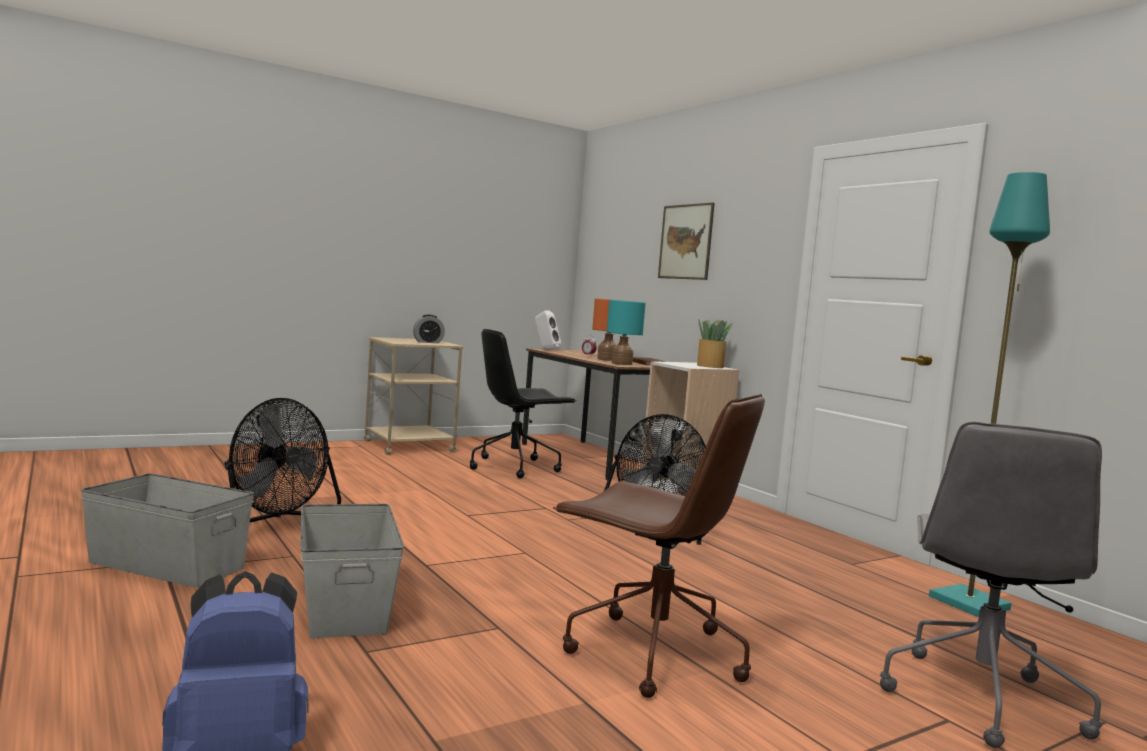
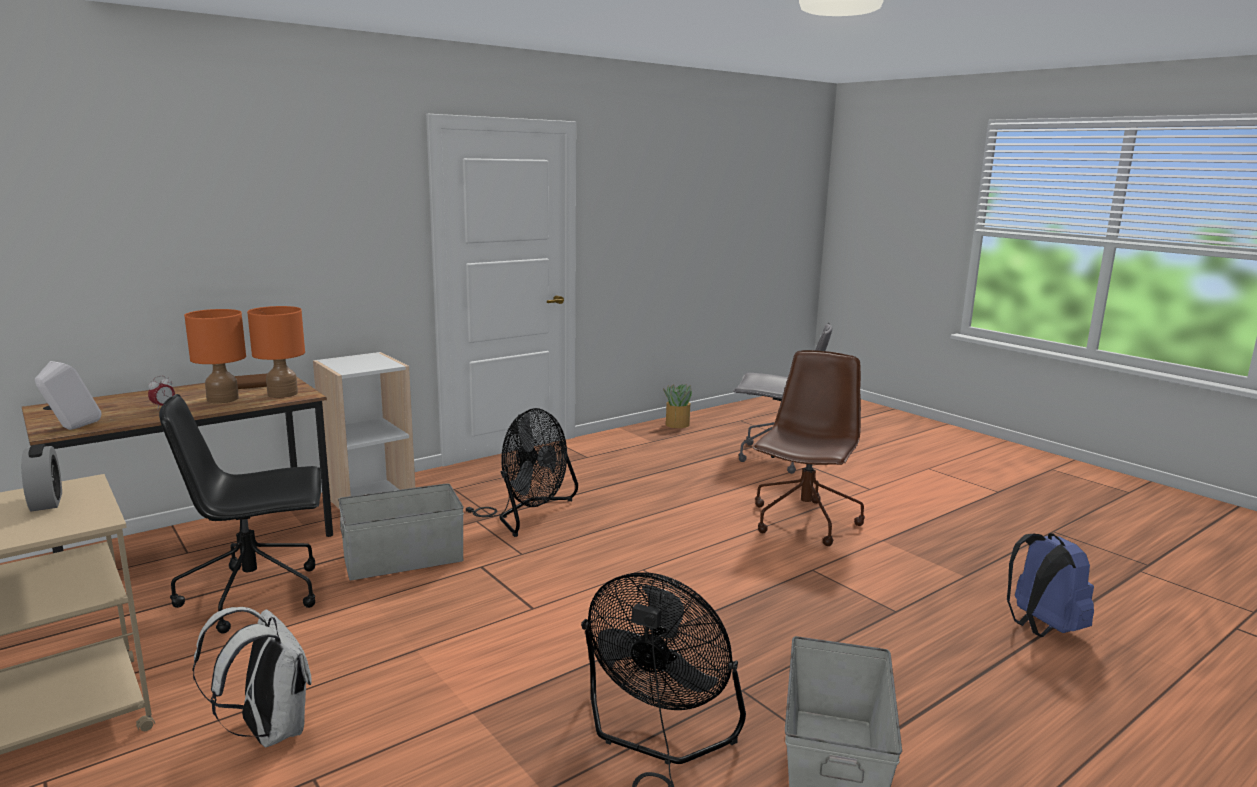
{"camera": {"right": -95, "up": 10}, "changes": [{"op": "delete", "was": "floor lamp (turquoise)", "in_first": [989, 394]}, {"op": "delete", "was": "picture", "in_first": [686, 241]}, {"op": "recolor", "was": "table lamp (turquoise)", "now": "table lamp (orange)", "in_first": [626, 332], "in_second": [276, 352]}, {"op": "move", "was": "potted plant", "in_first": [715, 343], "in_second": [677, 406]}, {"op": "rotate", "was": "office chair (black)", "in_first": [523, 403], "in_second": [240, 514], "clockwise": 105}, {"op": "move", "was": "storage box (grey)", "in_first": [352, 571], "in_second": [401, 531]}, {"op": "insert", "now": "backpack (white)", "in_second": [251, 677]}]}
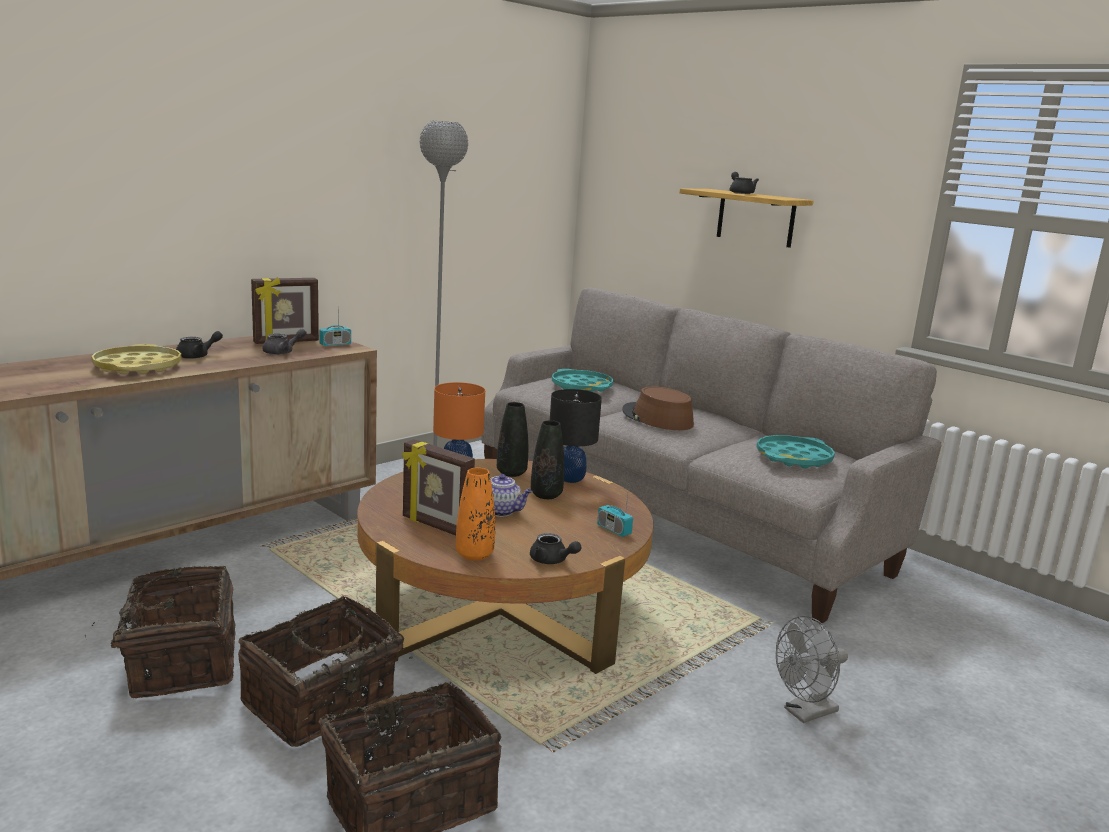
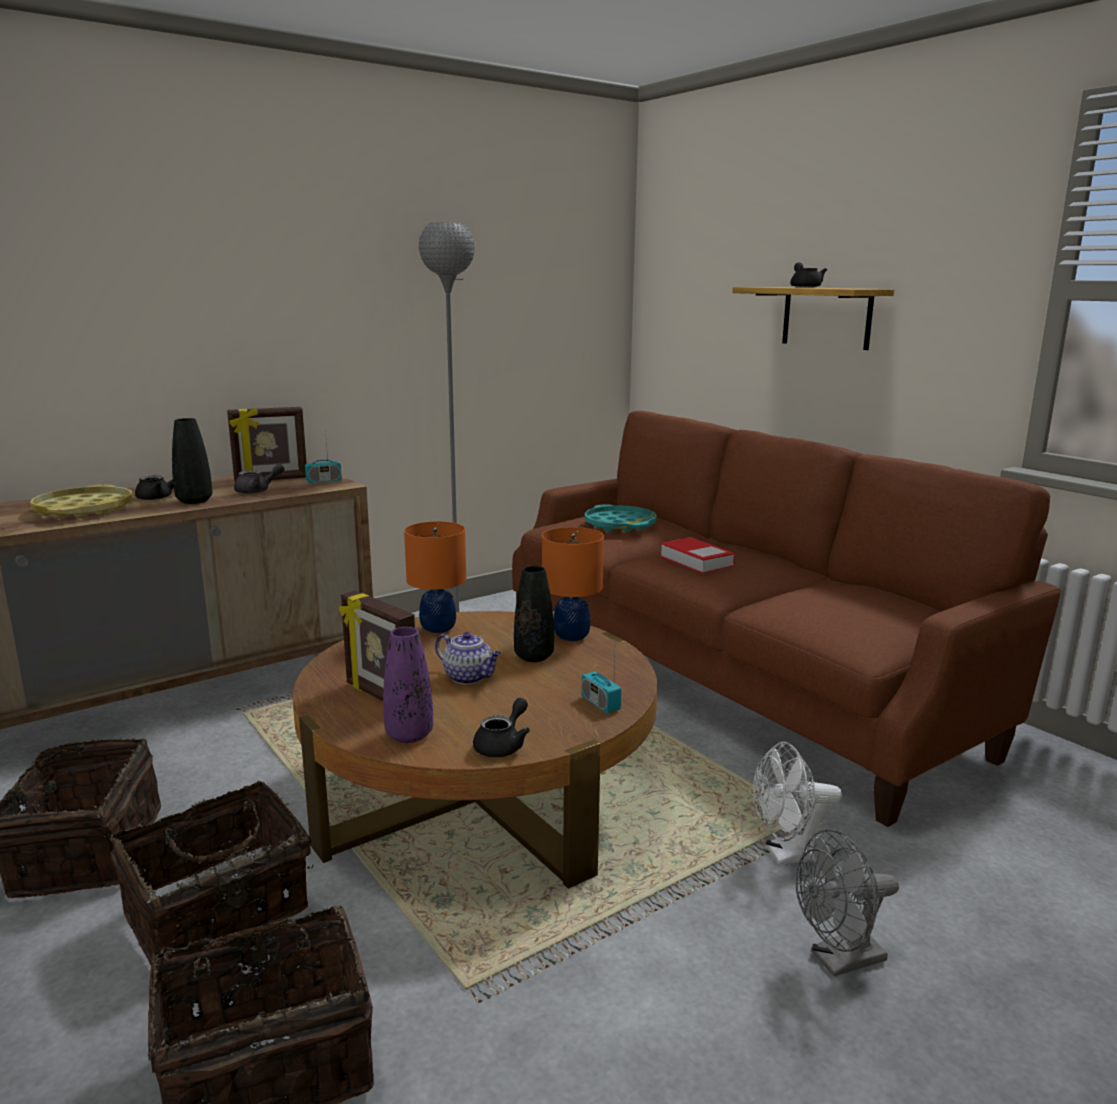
{"camera": {"right": 10, "up": 0}, "changes": [{"op": "recolor", "was": "sofa (grey)", "now": "sofa (brown)", "in_first": [711, 455], "in_second": [786, 619]}, {"op": "replace", "was": "hat (brown)", "now": "book", "in_first": [658, 408], "in_second": [697, 555]}, {"op": "recolor", "was": "table lamp (black)", "now": "table lamp (orange)", "in_first": [576, 436], "in_second": [573, 584]}, {"op": "move", "was": "vase (black)", "in_first": [512, 439], "in_second": [192, 461]}, {"op": "delete", "was": "tray (turquoise)", "in_first": [795, 452]}, {"op": "recolor", "was": "vase (orange)", "now": "vase (purple)", "in_first": [475, 514], "in_second": [408, 685]}, {"op": "rotate", "was": "teapot (black)", "in_first": [555, 548], "in_second": [501, 727], "clockwise": -105}, {"op": "insert", "now": "fan (white)", "in_second": [797, 803]}]}
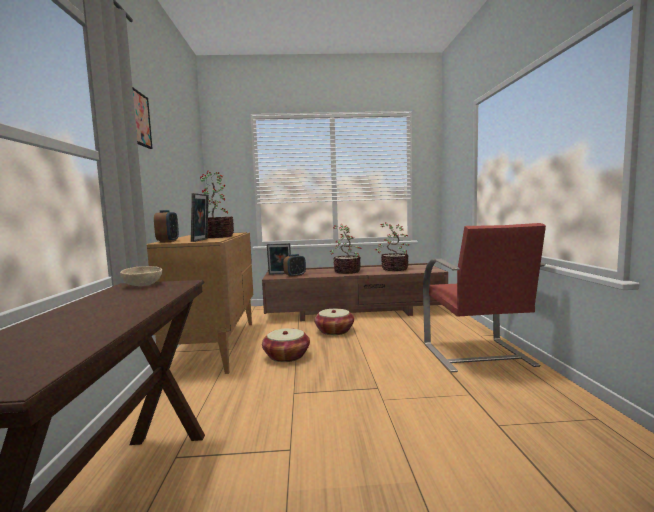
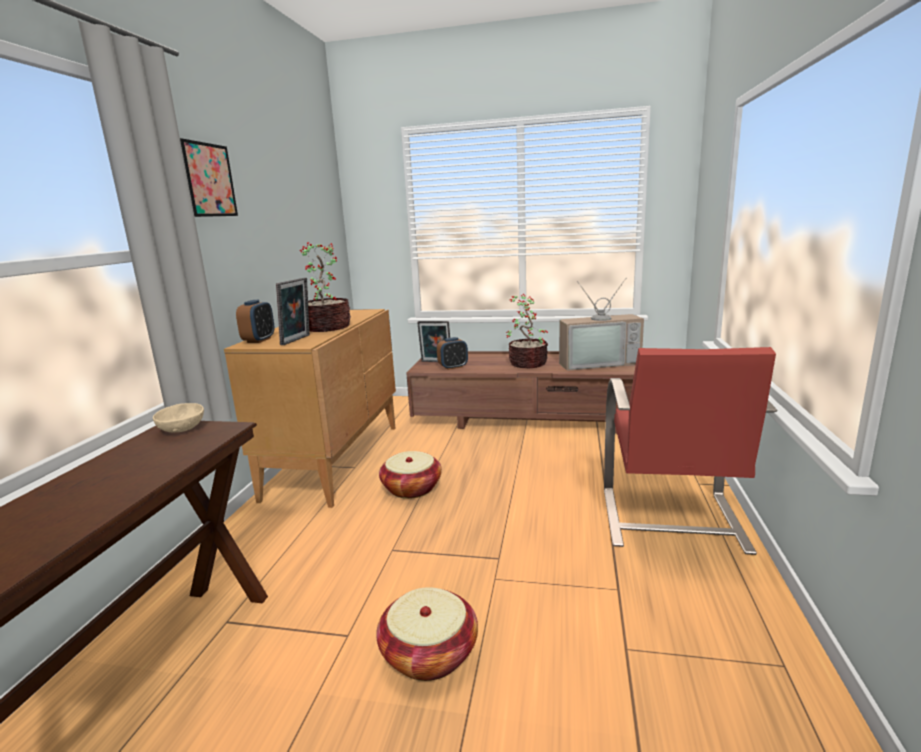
{"camera": {"right": 15, "up": 10}, "changes": [{"op": "replace", "was": "potted plant", "now": "television", "in_first": [392, 247], "in_second": [601, 325]}, {"op": "move", "was": "basket", "in_first": [334, 322], "in_second": [427, 634]}]}
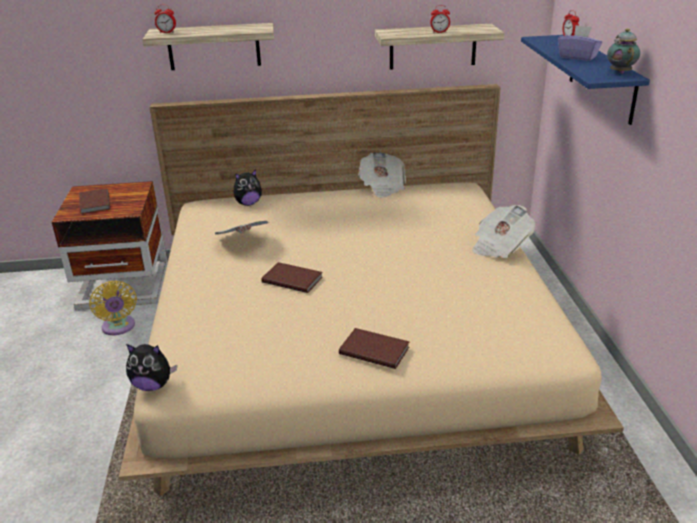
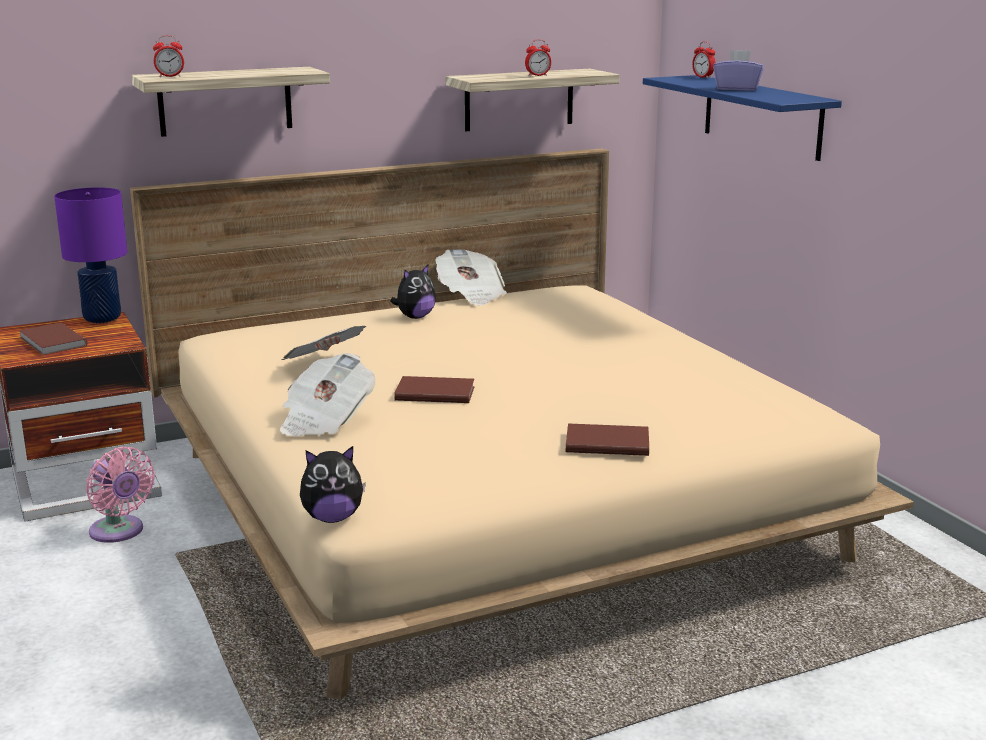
{"camera": {"right": -20, "up": -10}, "changes": [{"op": "delete", "was": "teapot", "in_first": [623, 51]}, {"op": "move", "was": "plush toy", "in_first": [248, 188], "in_second": [413, 291]}, {"op": "move", "was": "newspaper", "in_first": [503, 231], "in_second": [327, 394]}, {"op": "recolor", "was": "fan (yellow)", "now": "fan (pink)", "in_first": [113, 307], "in_second": [120, 495]}, {"op": "insert", "now": "table lamp (purple)", "in_second": [90, 255]}]}
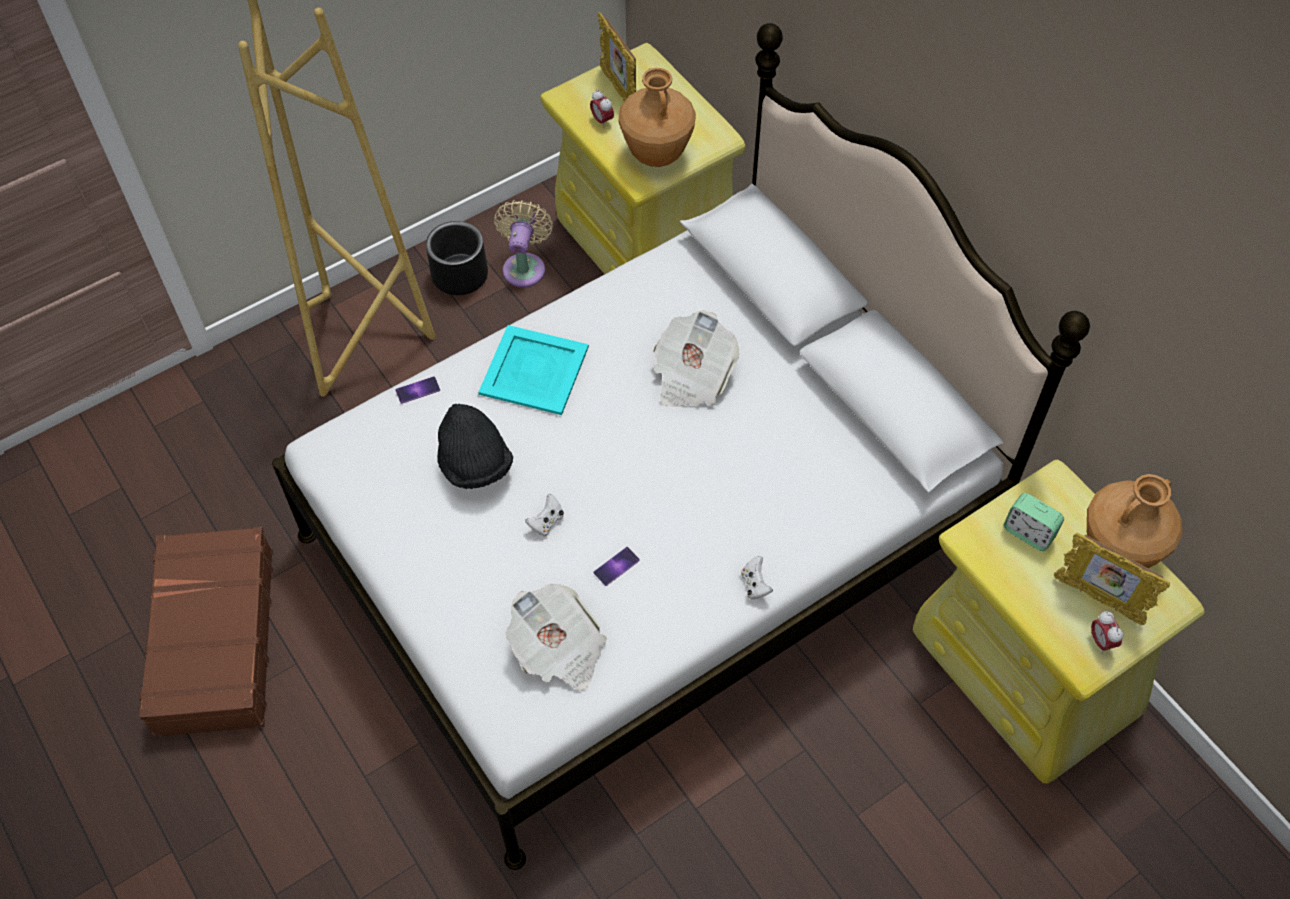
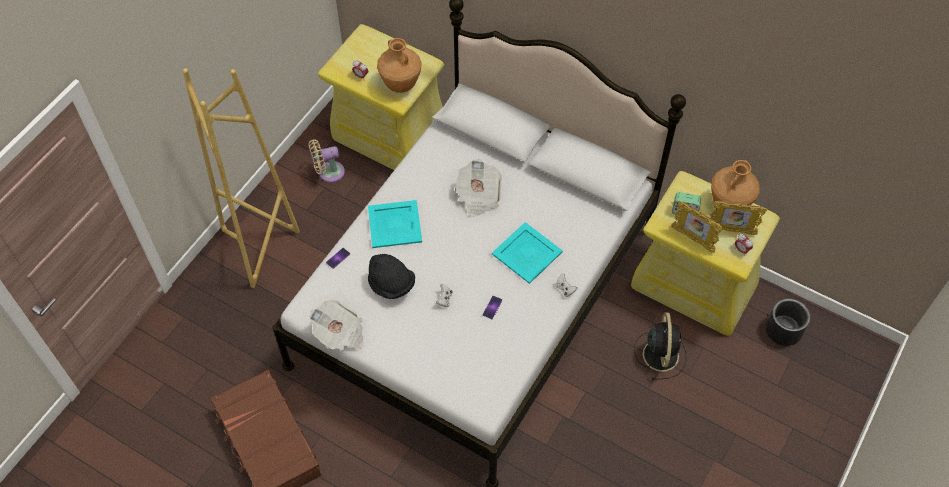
{"camera": {"right": -25, "up": 0}, "changes": [{"op": "move", "was": "picture frame", "in_first": [617, 57], "in_second": [697, 226]}, {"op": "rotate", "was": "fan (beige)", "in_first": [523, 244], "in_second": [327, 161], "clockwise": -90}, {"op": "move", "was": "planter (black)", "in_first": [457, 258], "in_second": [787, 322]}, {"op": "move", "was": "newspaper", "in_first": [556, 637], "in_second": [336, 325]}, {"op": "insert", "now": "tray (turquoise)", "in_second": [527, 253]}, {"op": "insert", "now": "fan (black)", "in_second": [660, 346]}]}
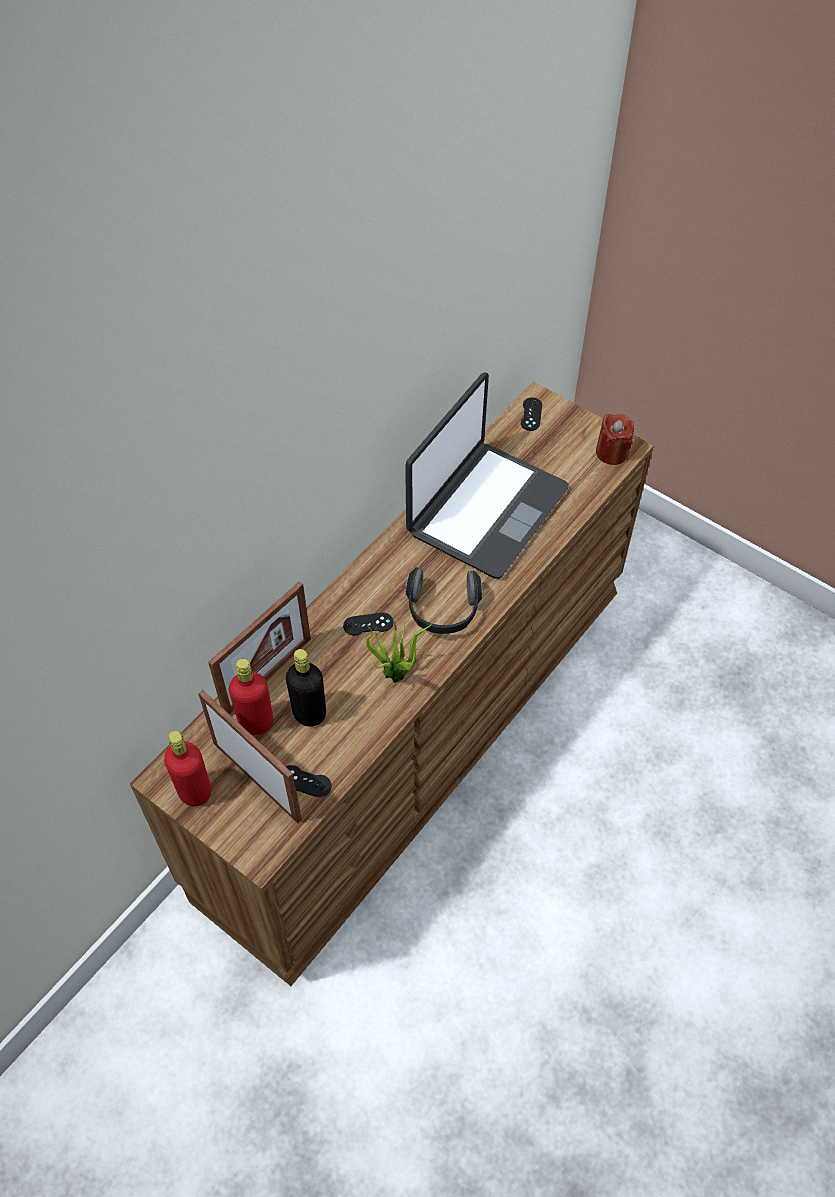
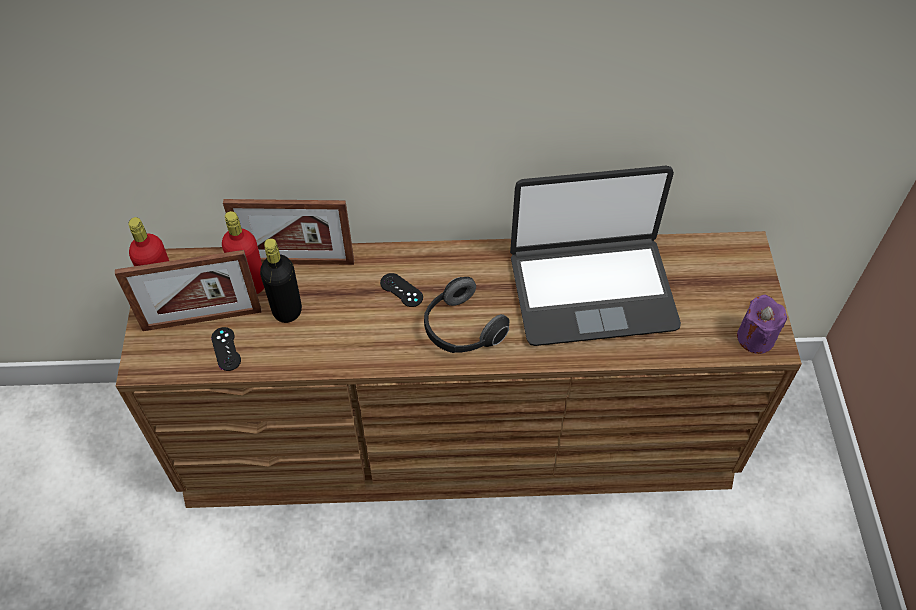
{"camera": {"right": 50, "up": 0}, "changes": [{"op": "delete", "was": "game controller (black)", "in_first": [531, 414]}, {"op": "recolor", "was": "candle (red)", "now": "candle (purple)", "in_first": [615, 439], "in_second": [762, 324]}, {"op": "delete", "was": "potted plant", "in_first": [400, 646]}, {"op": "rotate", "was": "picture frame", "in_first": [250, 756], "in_second": [188, 290], "clockwise": 75}]}
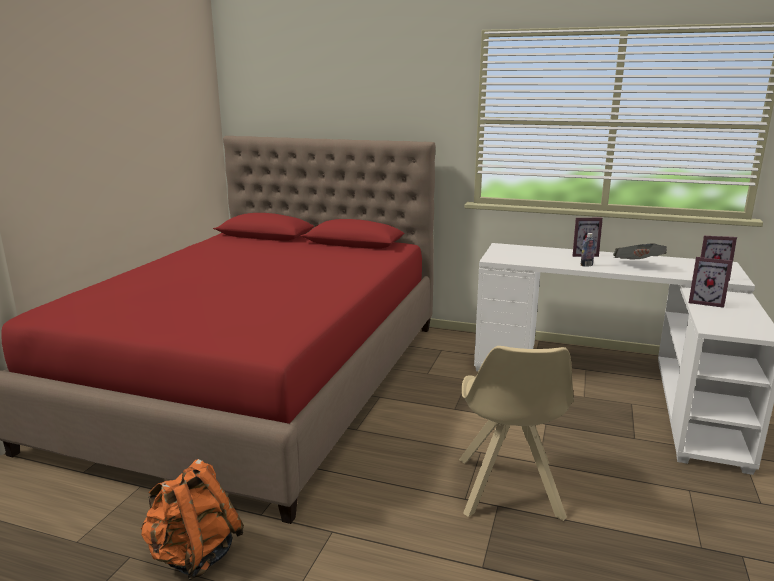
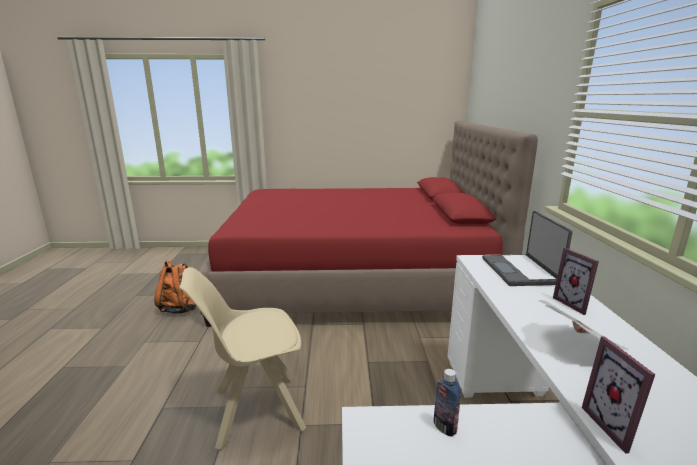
{"camera": {"right": 70, "up": 0}, "changes": [{"op": "move", "was": "bottle", "in_first": [588, 250], "in_second": [447, 403]}, {"op": "delete", "was": "picture frame", "in_first": [711, 282]}, {"op": "insert", "now": "laptop", "in_second": [527, 248]}]}
